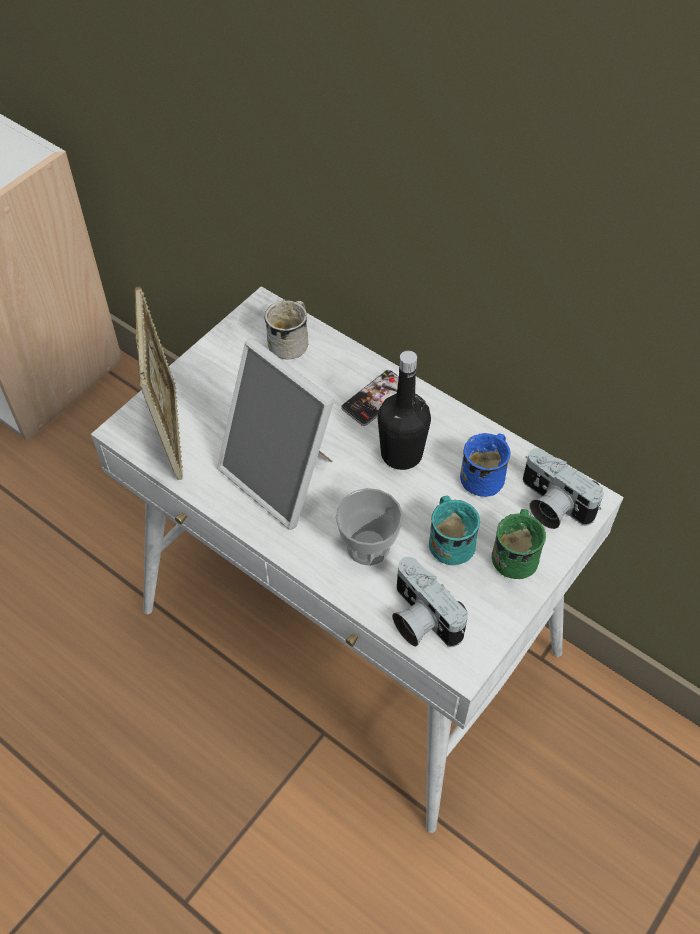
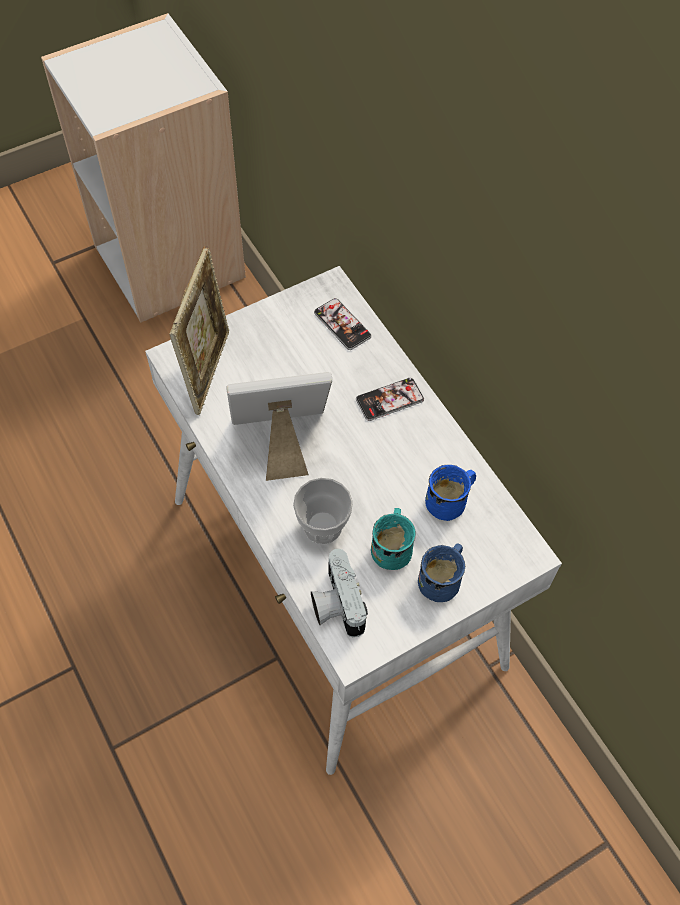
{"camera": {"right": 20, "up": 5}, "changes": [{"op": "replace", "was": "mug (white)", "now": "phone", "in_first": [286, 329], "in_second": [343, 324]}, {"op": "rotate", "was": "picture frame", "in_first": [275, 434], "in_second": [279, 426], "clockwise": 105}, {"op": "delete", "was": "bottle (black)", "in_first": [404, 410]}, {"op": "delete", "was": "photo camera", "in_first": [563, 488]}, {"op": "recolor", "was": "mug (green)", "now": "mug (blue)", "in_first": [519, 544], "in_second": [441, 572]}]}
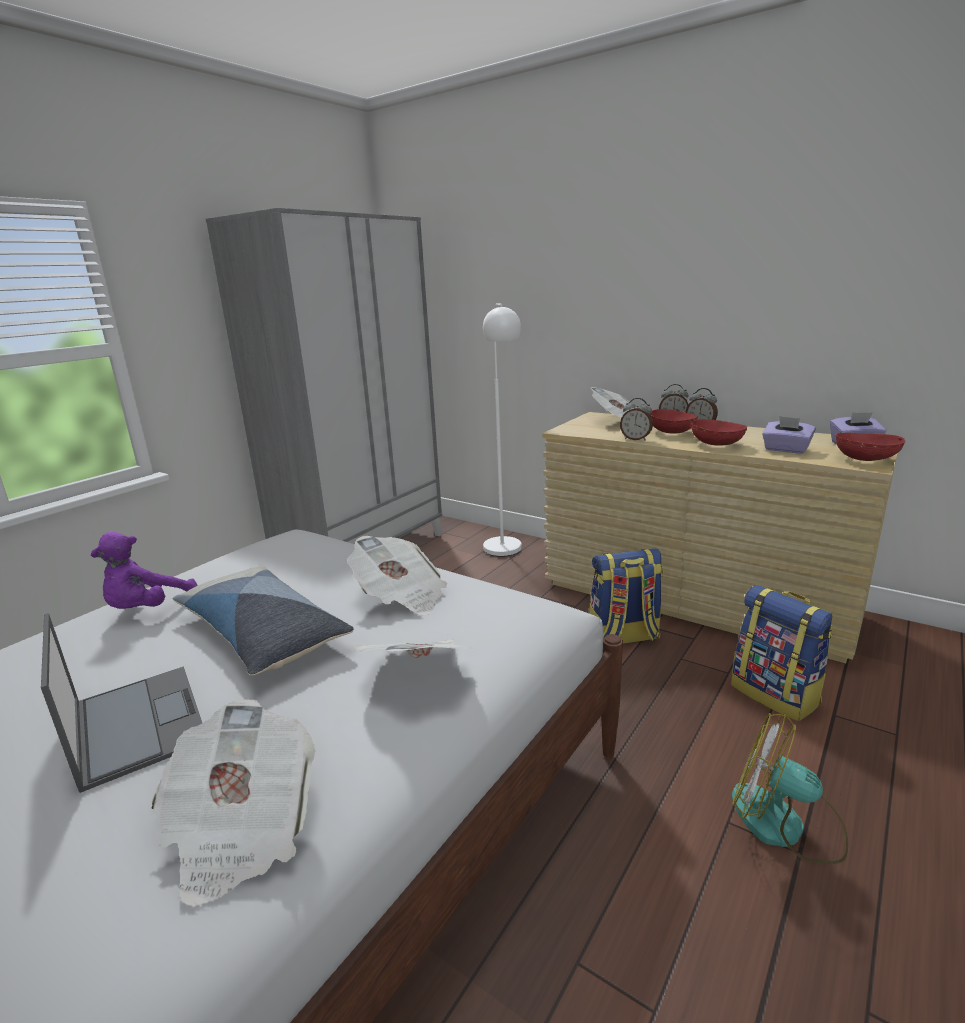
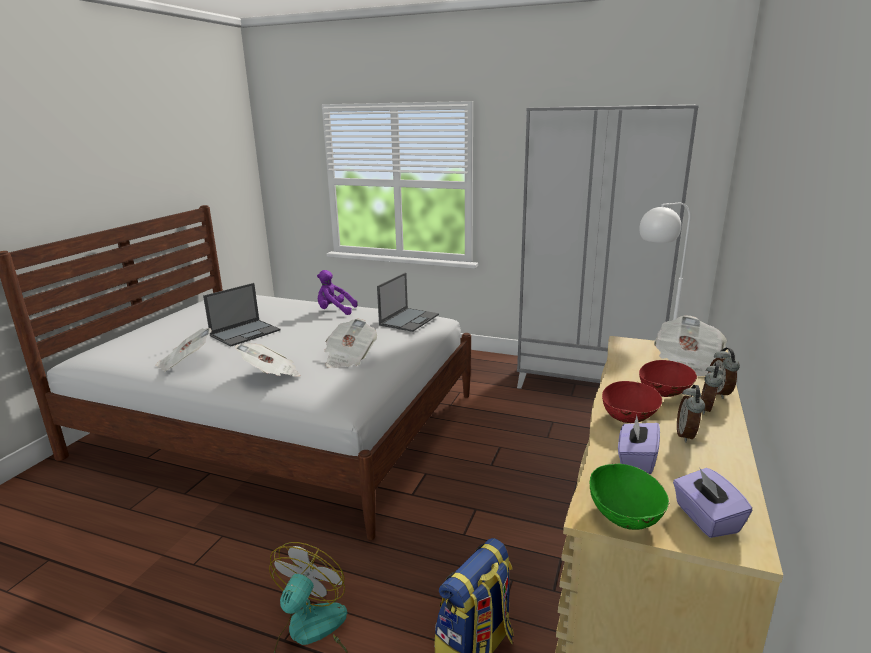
{"camera": {"right": 75, "up": 0}, "changes": [{"op": "move", "was": "alarm clock", "in_first": [636, 419], "in_second": [691, 413]}, {"op": "recolor", "was": "bowl (red)", "now": "bowl (green)", "in_first": [870, 446], "in_second": [629, 497]}, {"op": "delete", "was": "backpack", "in_first": [626, 596]}, {"op": "delete", "was": "pillow", "in_first": [263, 620]}, {"op": "insert", "now": "laptop", "in_second": [408, 302]}]}
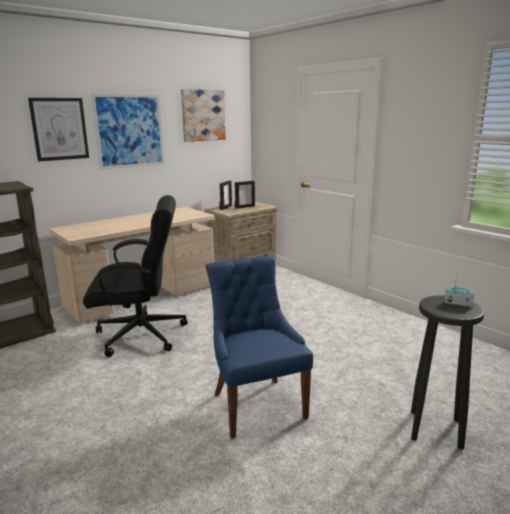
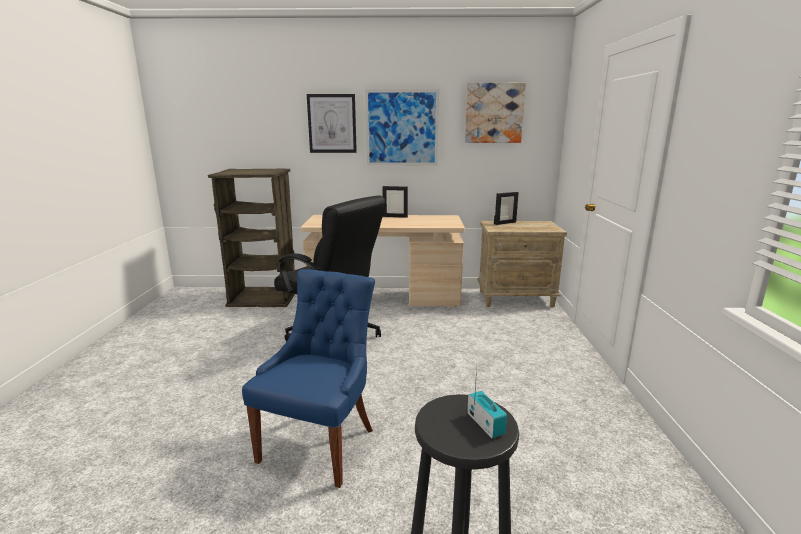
{"camera": {"right": 40, "up": 0}, "changes": [{"op": "move", "was": "picture frame", "in_first": [245, 195], "in_second": [395, 202]}]}
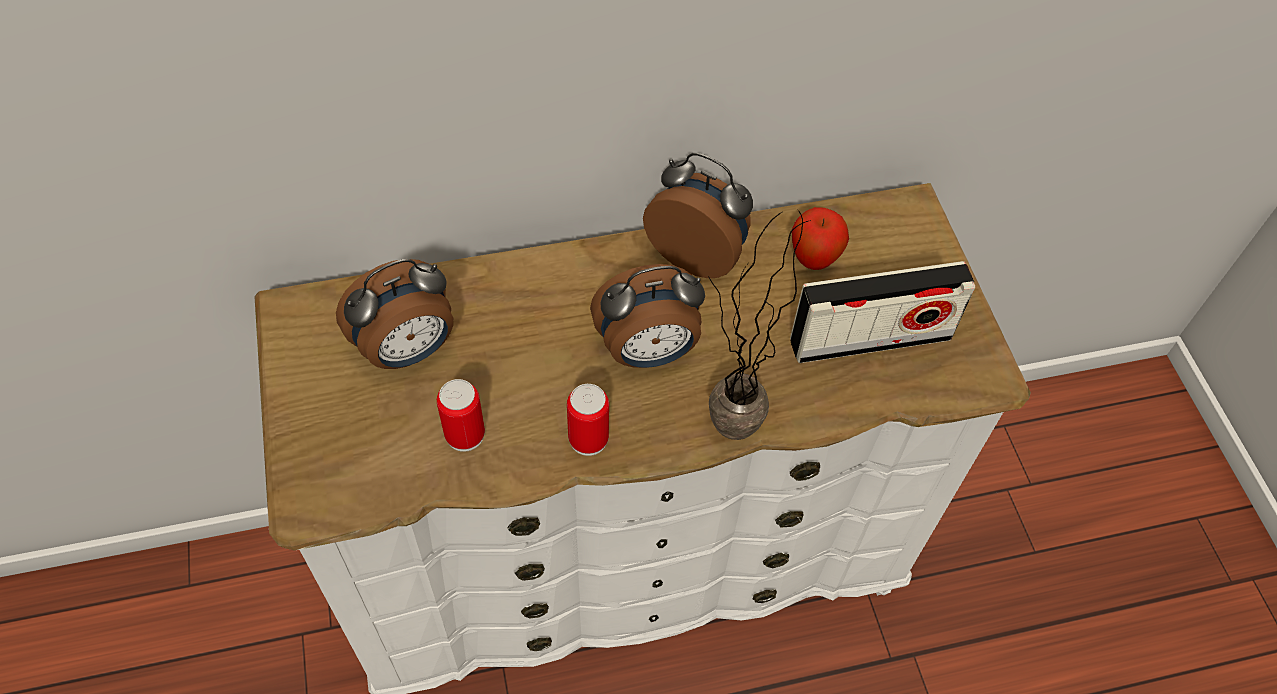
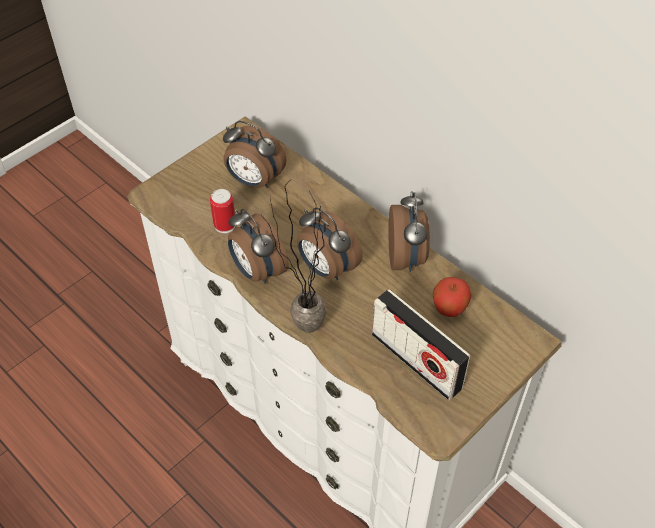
{"camera": {"right": 60, "up": -5}, "changes": [{"op": "replace", "was": "can", "now": "alarm clock", "in_first": [588, 420], "in_second": [258, 246]}]}
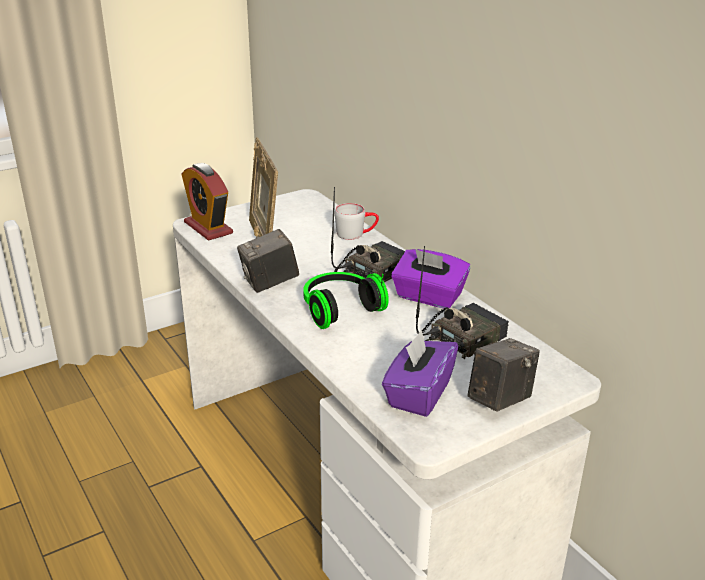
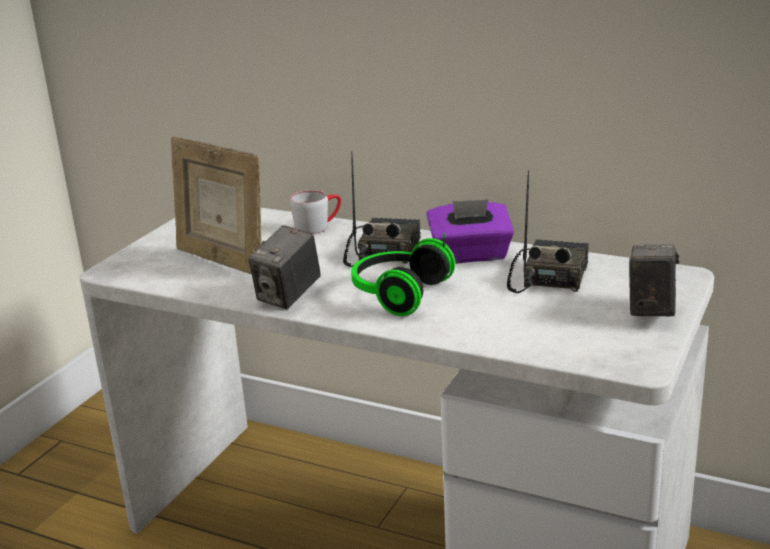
{"camera": {"right": -30, "up": -5}, "changes": [{"op": "delete", "was": "alarm clock", "in_first": [207, 202]}, {"op": "delete", "was": "tissue box (purple)", "in_first": [420, 373]}]}
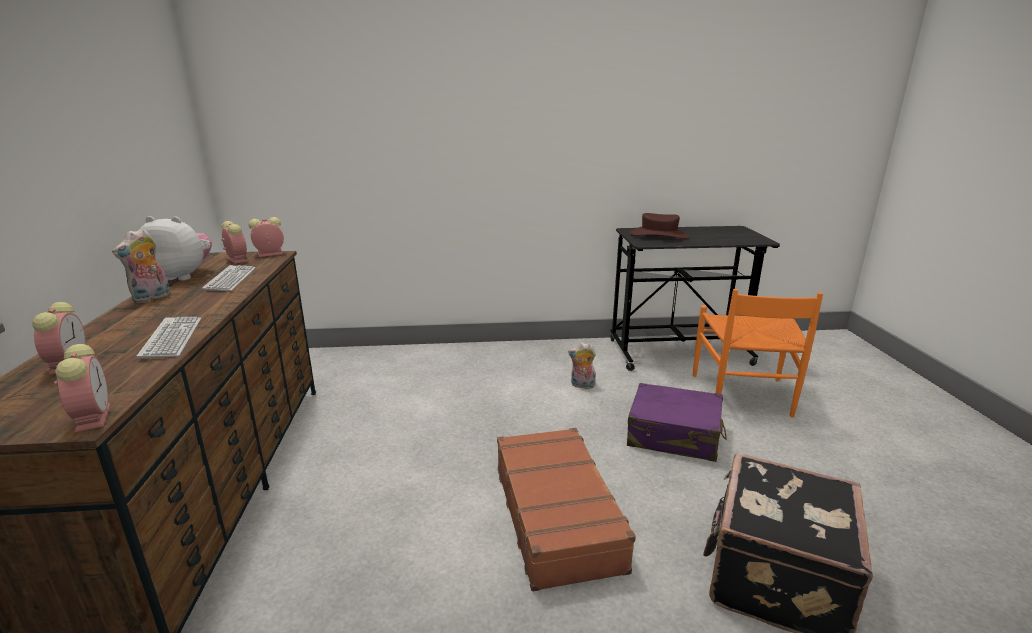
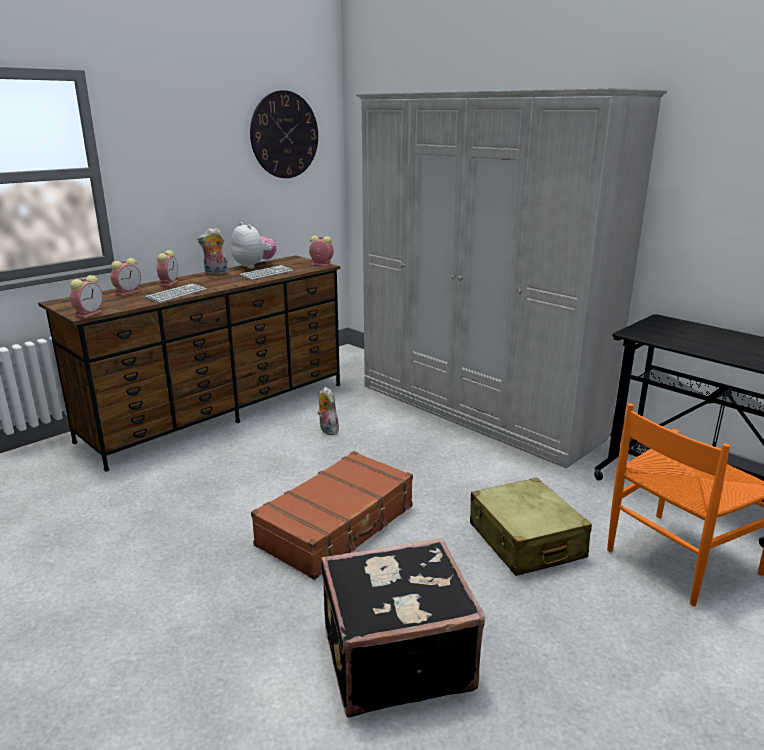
{"camera": {"right": 50, "up": 0}, "changes": [{"op": "delete", "was": "hat (brown)", "in_first": [659, 226]}, {"op": "move", "was": "alarm clock", "in_first": [234, 242], "in_second": [167, 268]}, {"op": "move", "was": "plush toy", "in_first": [582, 366], "in_second": [328, 411]}, {"op": "recolor", "was": "suitcase (purple)", "now": "suitcase (beige)", "in_first": [677, 422], "in_second": [531, 527]}, {"op": "insert", "now": "wardrobe (white)", "in_second": [512, 278]}, {"op": "insert", "now": "wall clock", "in_second": [284, 134]}]}
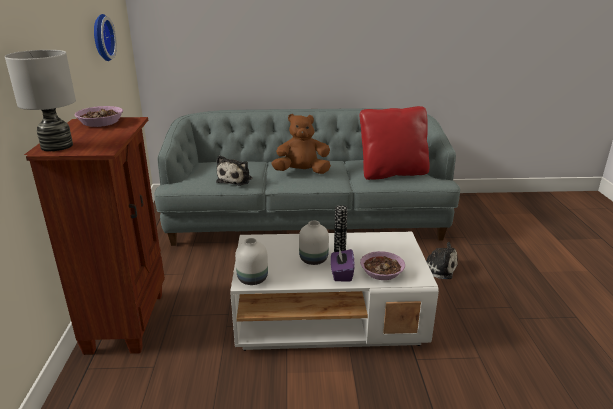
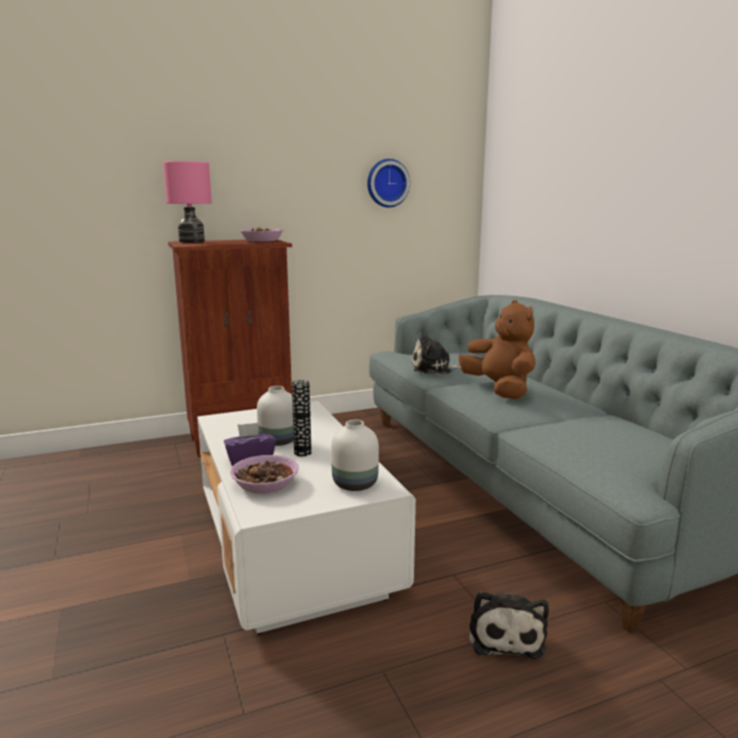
{"camera": {"right": 70, "up": -10}, "changes": [{"op": "recolor", "was": "table lamp (grey)", "now": "table lamp (pink)", "in_first": [40, 100], "in_second": [187, 202]}, {"op": "delete", "was": "pillow (red)", "in_first": [394, 143]}, {"op": "move", "was": "vase (white)", "in_first": [251, 261], "in_second": [355, 455]}]}
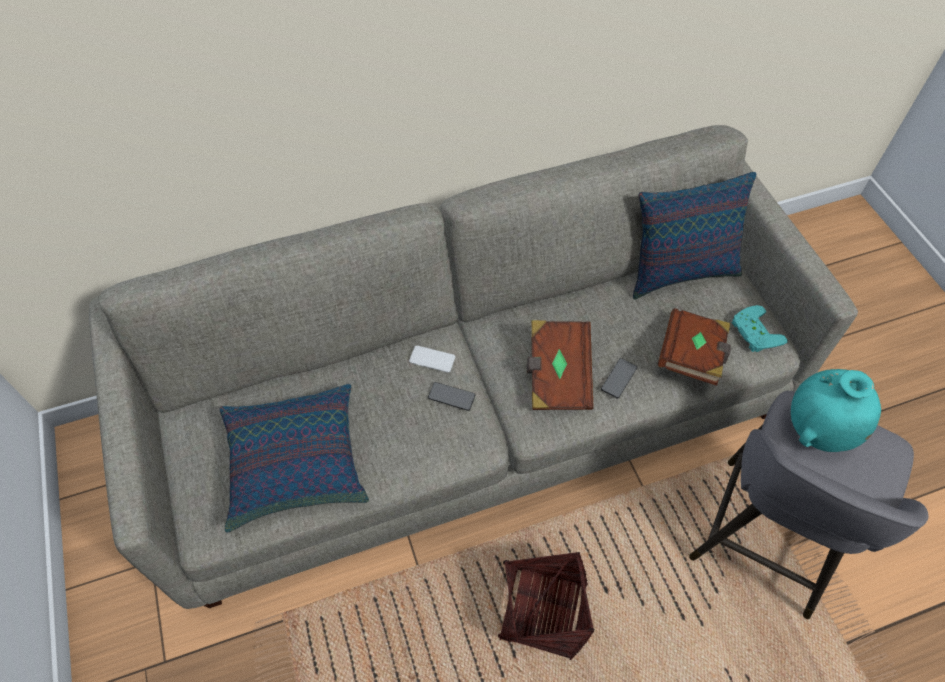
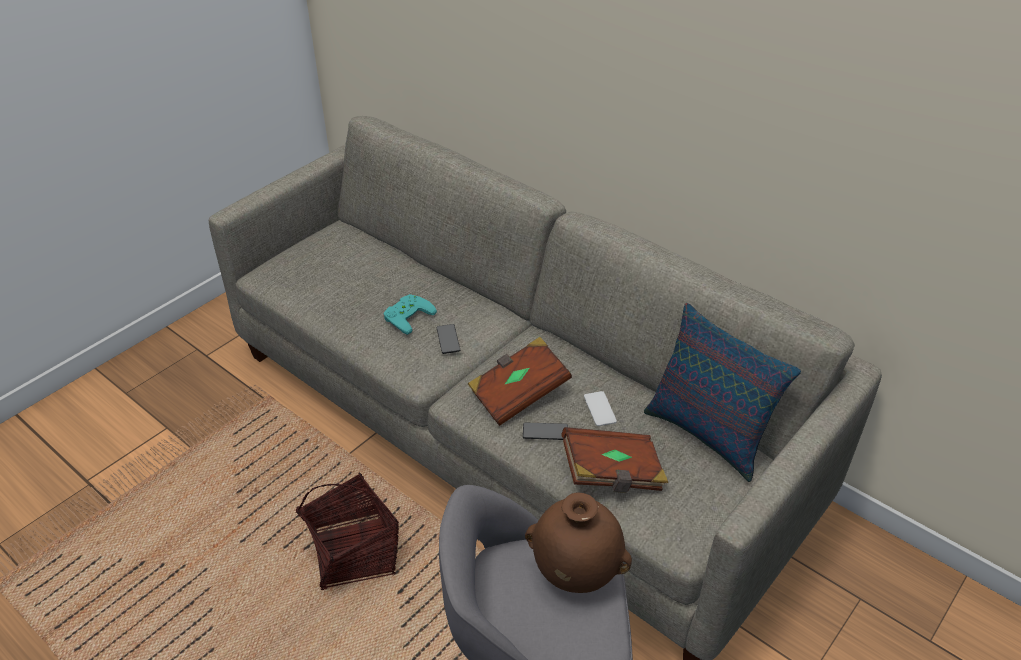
{"camera": {"right": 60, "up": -15}, "changes": [{"op": "move", "was": "game controller (turquoise)", "in_first": [760, 328], "in_second": [410, 314]}, {"op": "move", "was": "phone", "in_first": [432, 359], "in_second": [600, 408]}, {"op": "recolor", "was": "vase (turquoise)", "now": "vase (brown)", "in_first": [836, 410], "in_second": [578, 542]}, {"op": "delete", "was": "pillow (blue)", "in_first": [294, 458]}]}
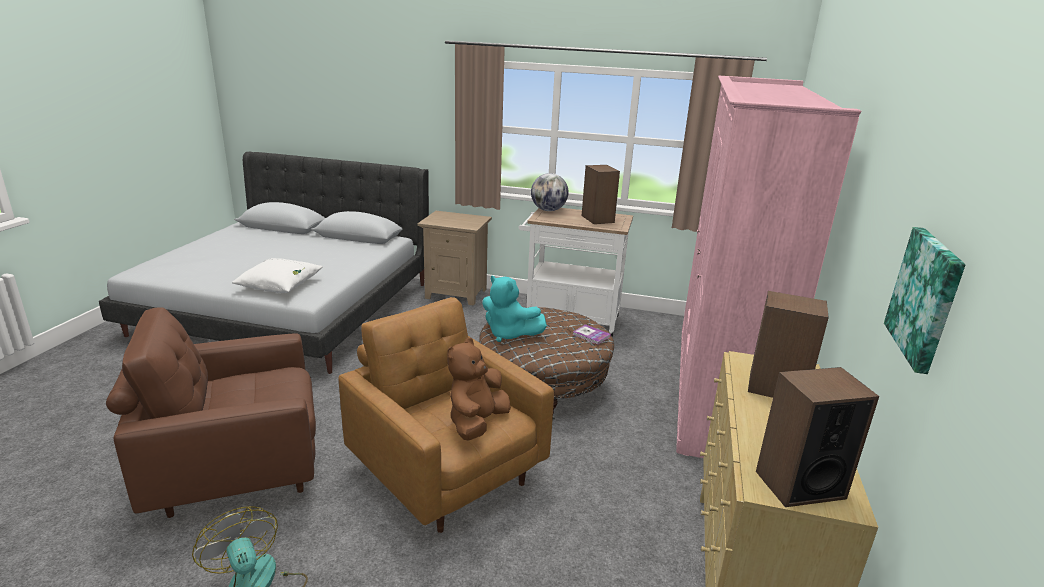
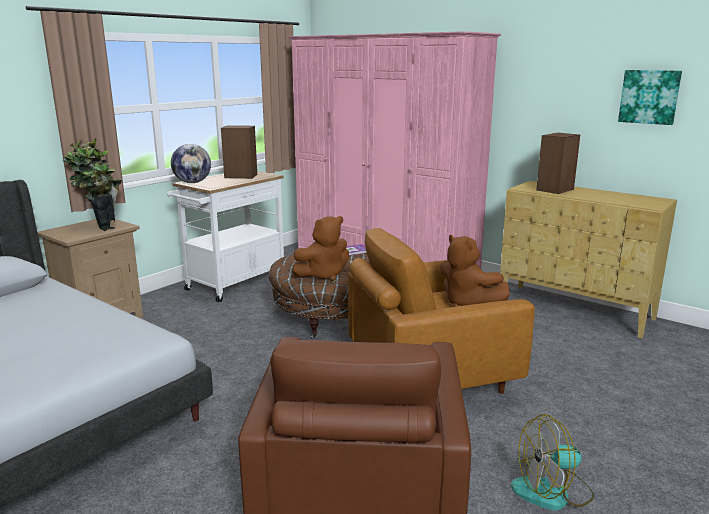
{"camera": {"right": -65, "up": -5}, "changes": [{"op": "delete", "was": "pillow (white)", "in_first": [277, 275]}, {"op": "recolor", "was": "plush toy (turquoise)", "now": "plush toy (brown)", "in_first": [514, 308], "in_second": [320, 248]}, {"op": "delete", "was": "speaker", "in_first": [817, 437]}, {"op": "insert", "now": "potted plant", "in_second": [92, 184]}]}
